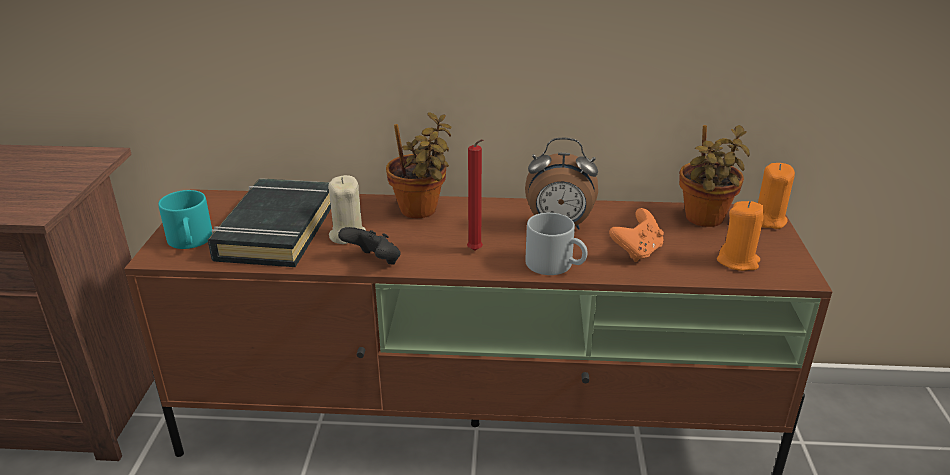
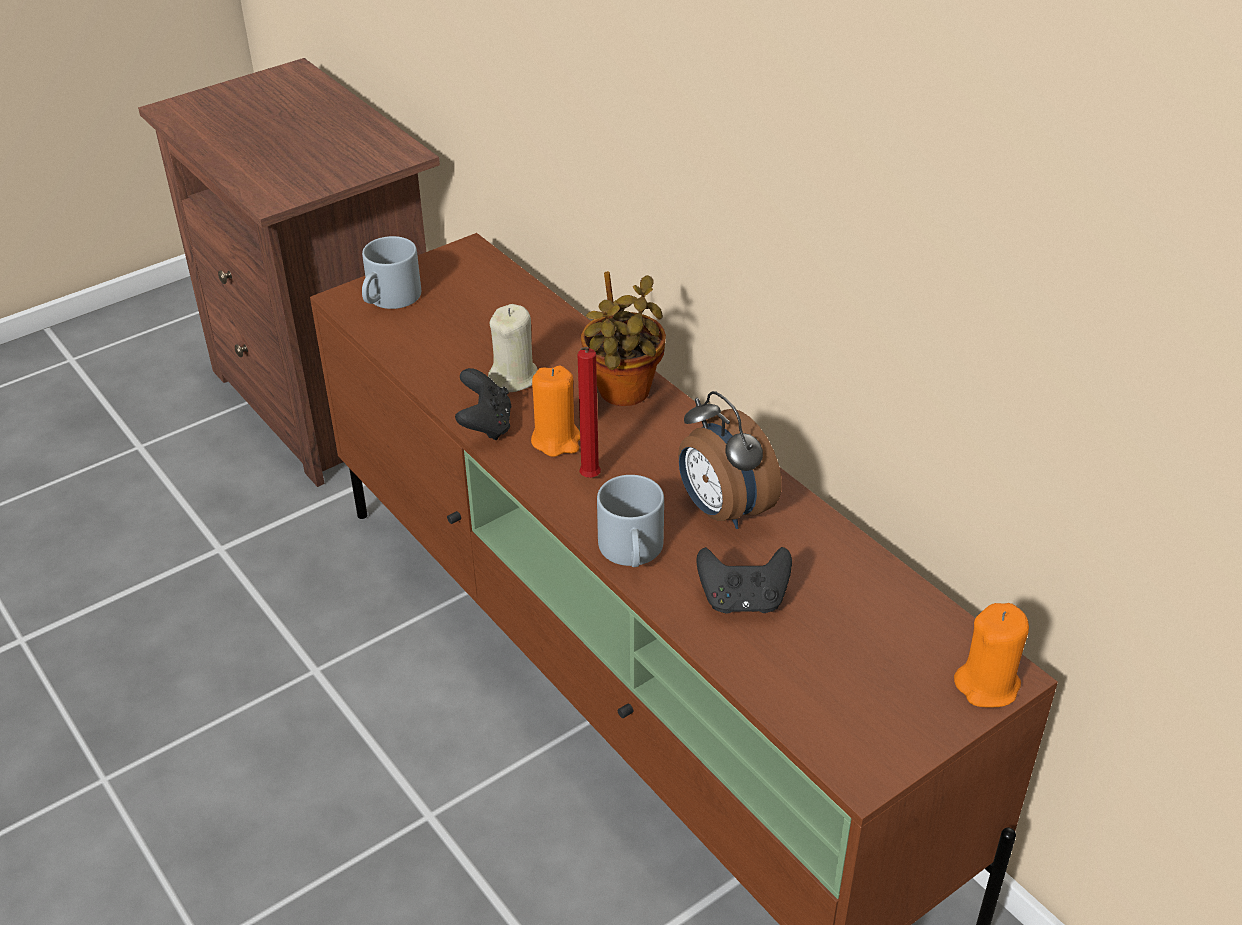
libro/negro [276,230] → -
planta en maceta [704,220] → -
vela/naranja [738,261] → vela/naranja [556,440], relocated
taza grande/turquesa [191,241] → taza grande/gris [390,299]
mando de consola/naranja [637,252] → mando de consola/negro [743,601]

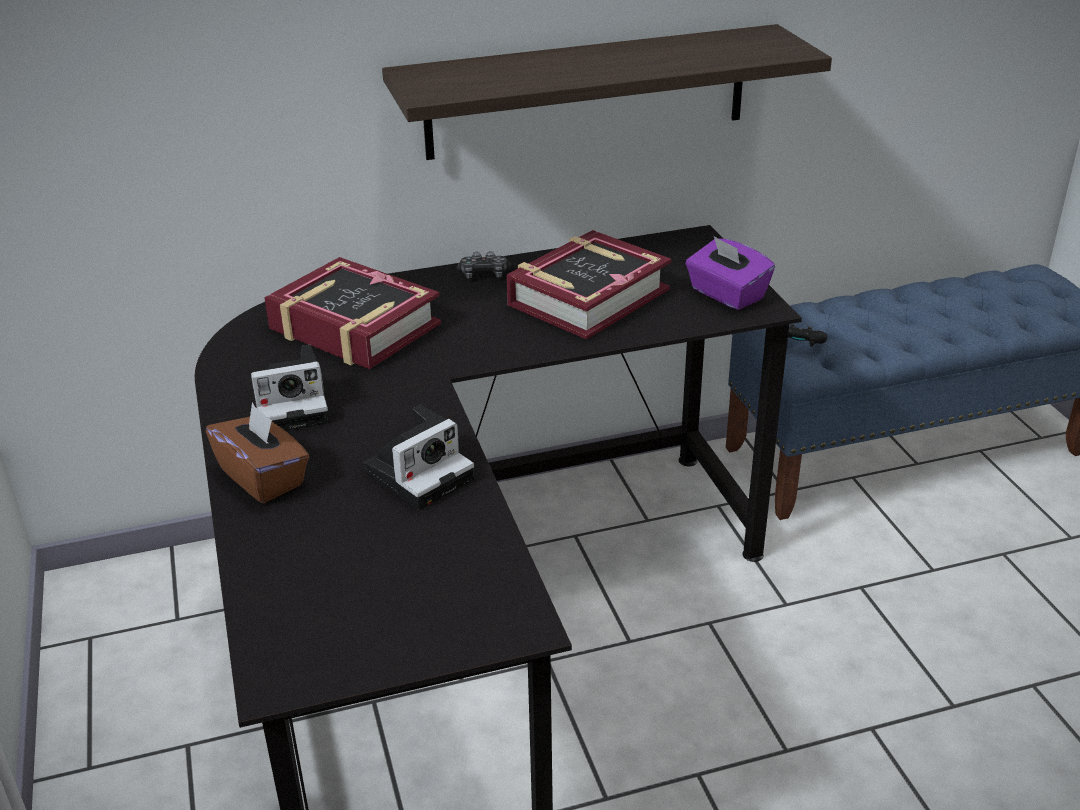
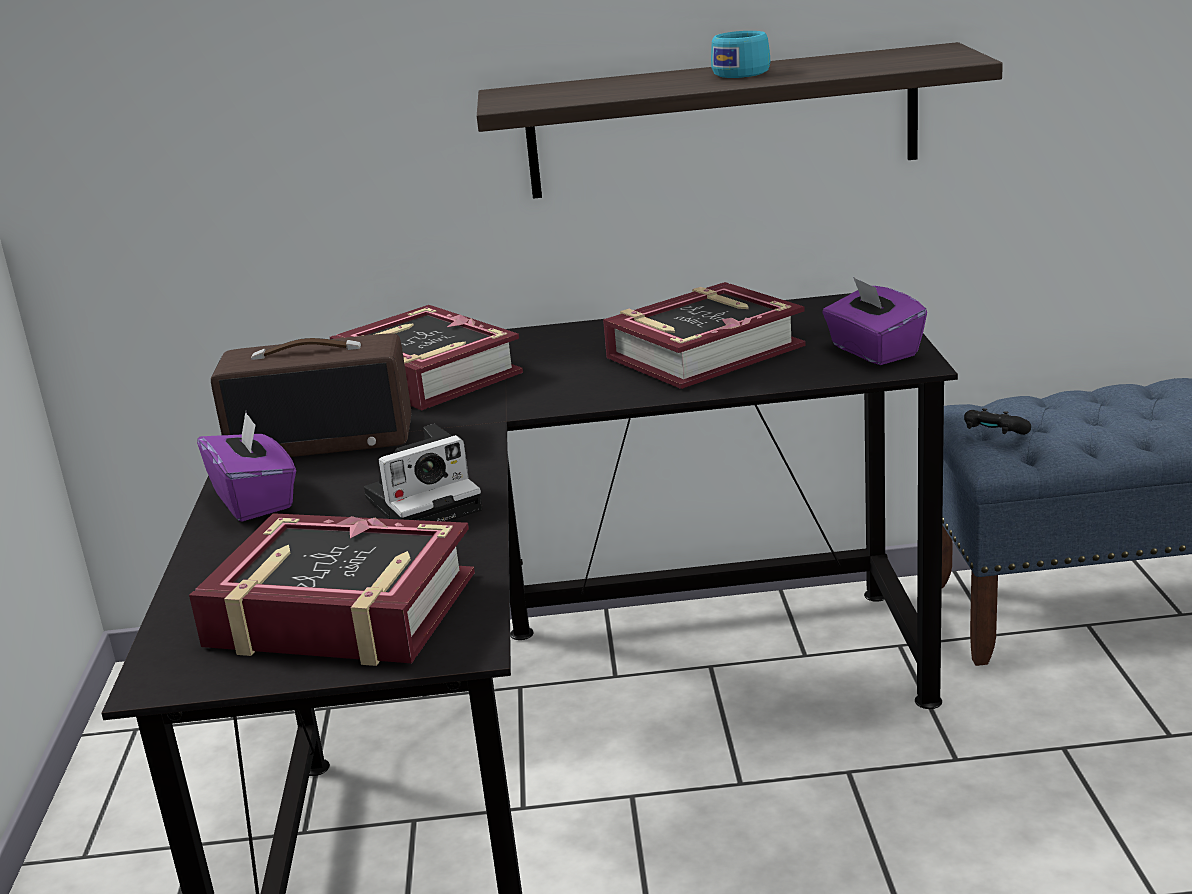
mando de consola [484,274] → -
- → libro [341,611]
- → taza/turquesa [745,72]
cámara [294,405] → radio [324,439]
caja de pañuelos/marrón [263,477] → caja de pañuelos/morado [255,500]

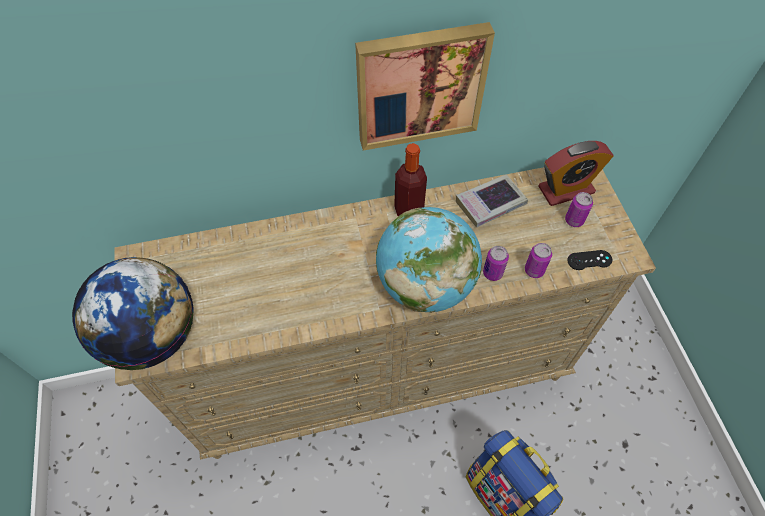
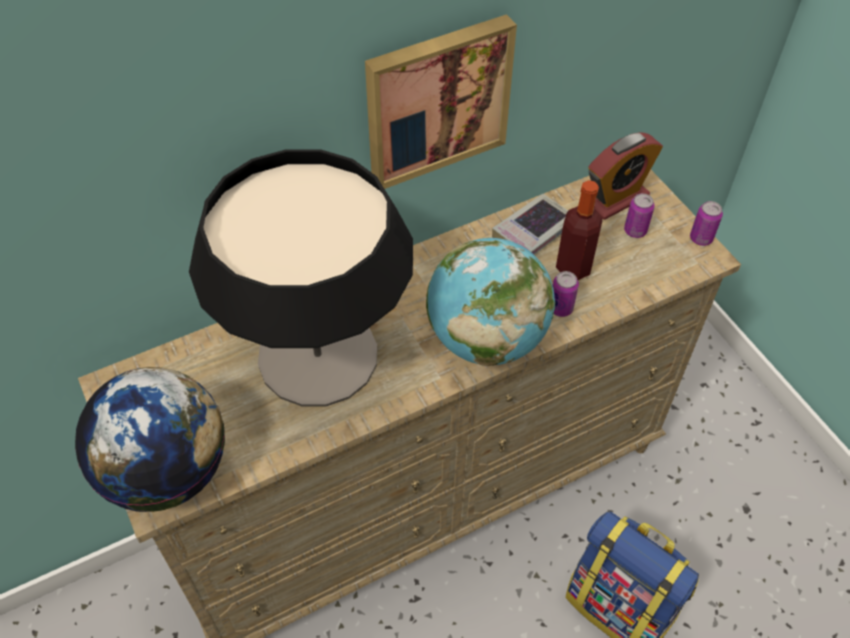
mando de consola/negro [589,260] → -
- → lámpara de mesa [318,355]
botella [409,210] → botella [573,267], relocated
lata [534,270] → lata [701,238], relocated

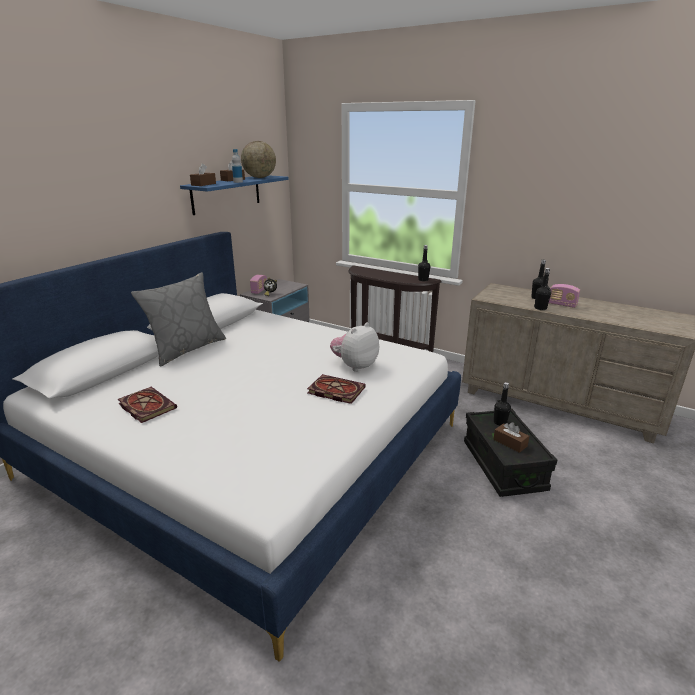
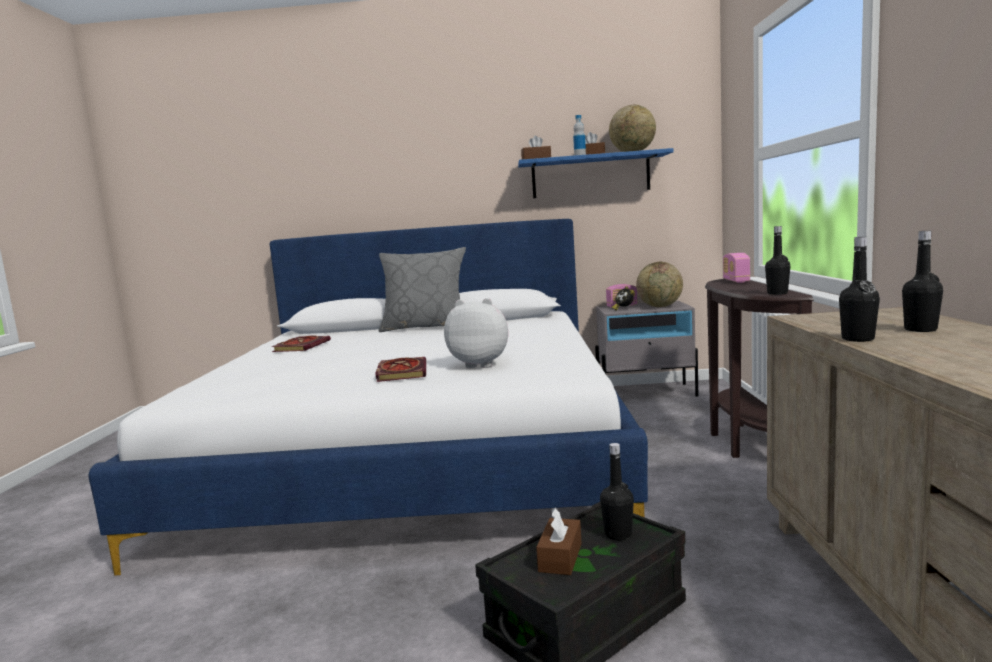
- → globo terráqueo [660,306]
radio [561,305] → radio [736,281], relocated

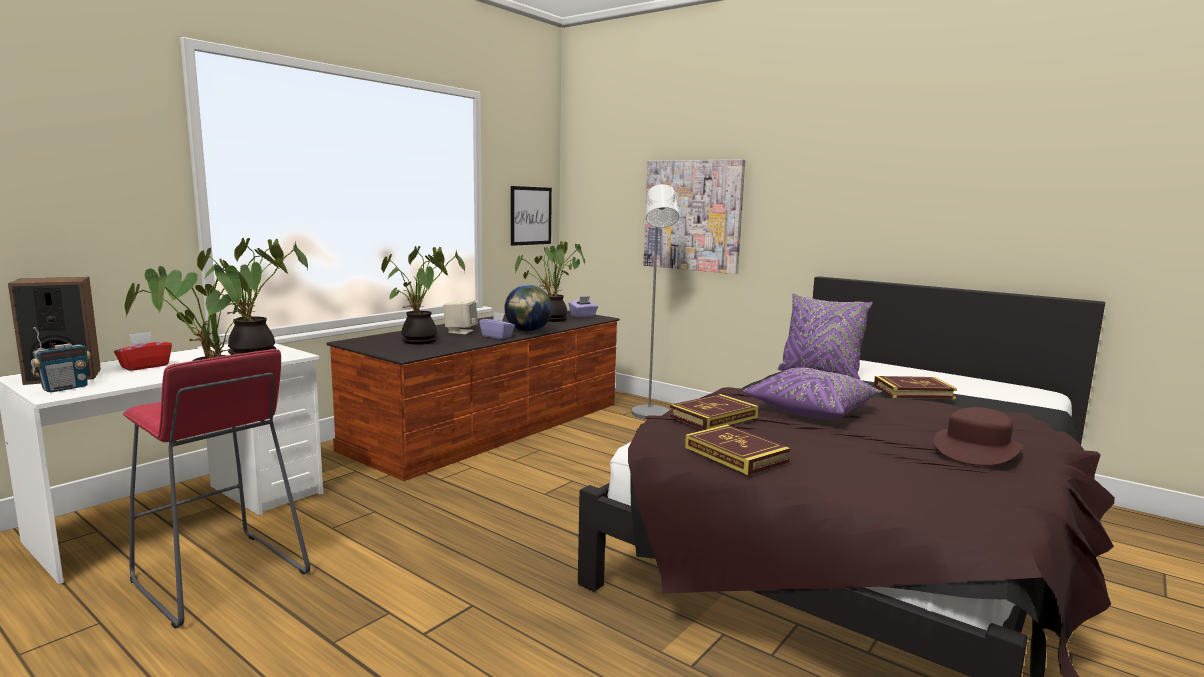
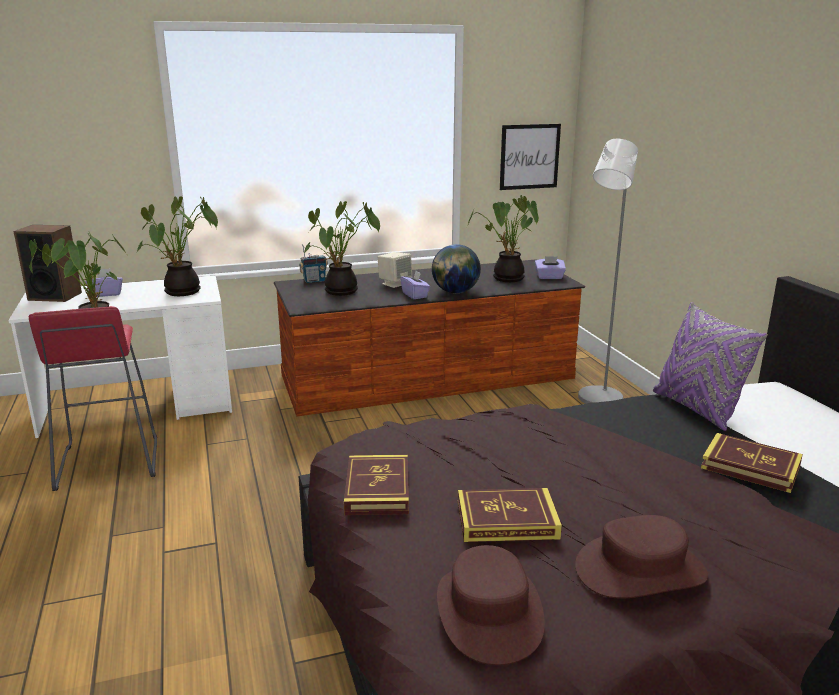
cuadro [693,215] → -
cojín/morado [811,410] → -
- → sombrero/marrón [488,612]
radio [65,388] → radio [314,281], relocated
libro [713,417] → libro [507,520], relocated
caja de pañuelos/rojo [145,366] → caja de pañuelos/morado [106,294]

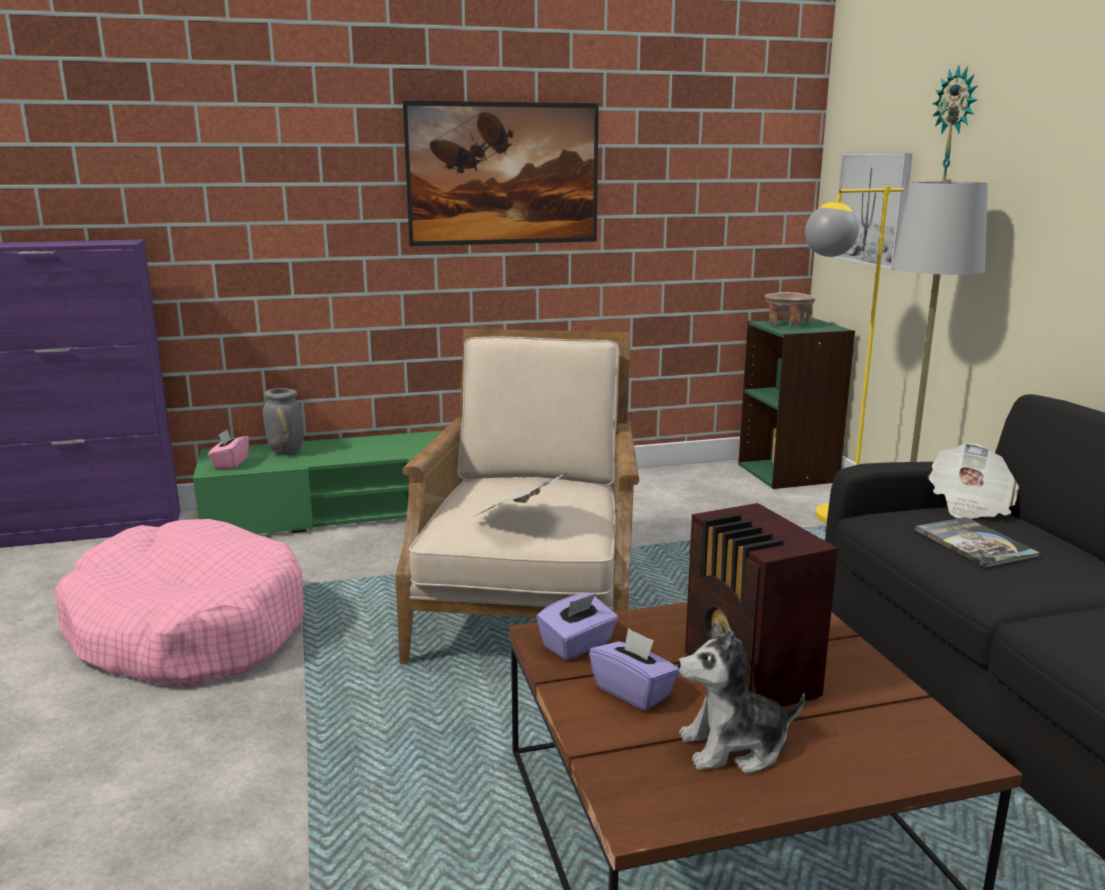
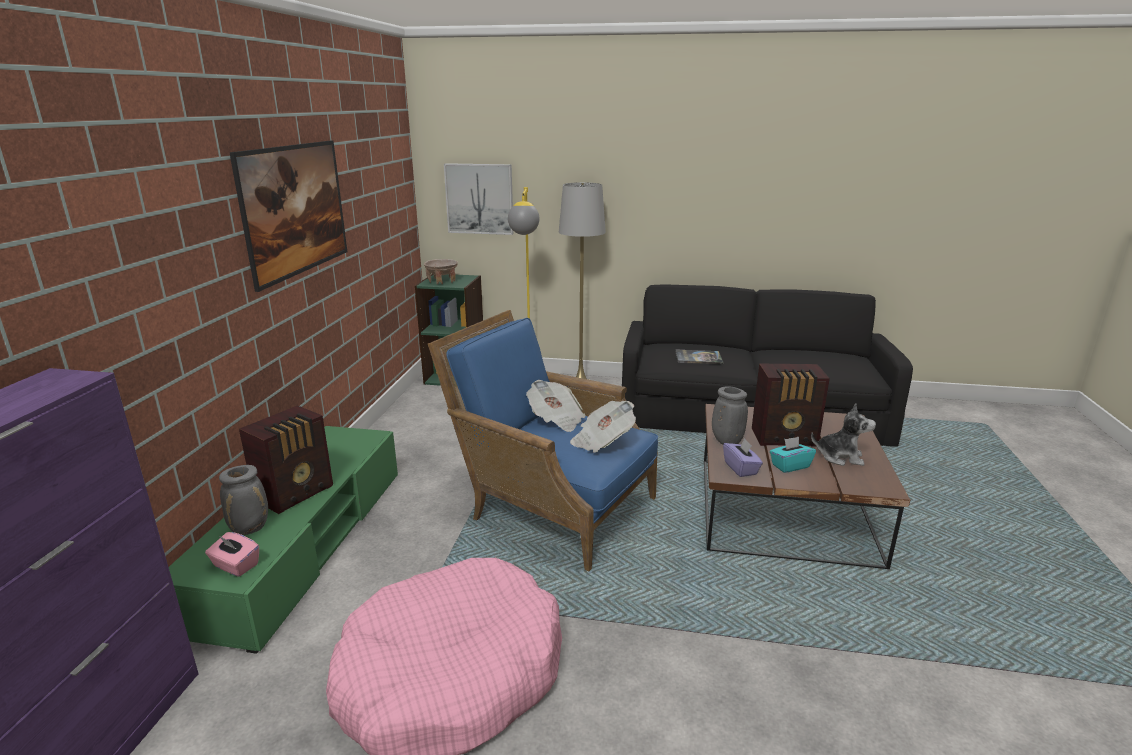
reloj de pared [955,130] → -
- → radio [296,493]
- → florero/gris [726,441]
periódico [969,505] → periódico [556,419], relocated
sillón/beis [530,607] → sillón/azul [550,506]
caja de pañuelos/morado [633,691] → caja de pañuelos/turquesa [790,466]
peluche [734,747] → peluche [840,457], 90 degrees counterclockwise

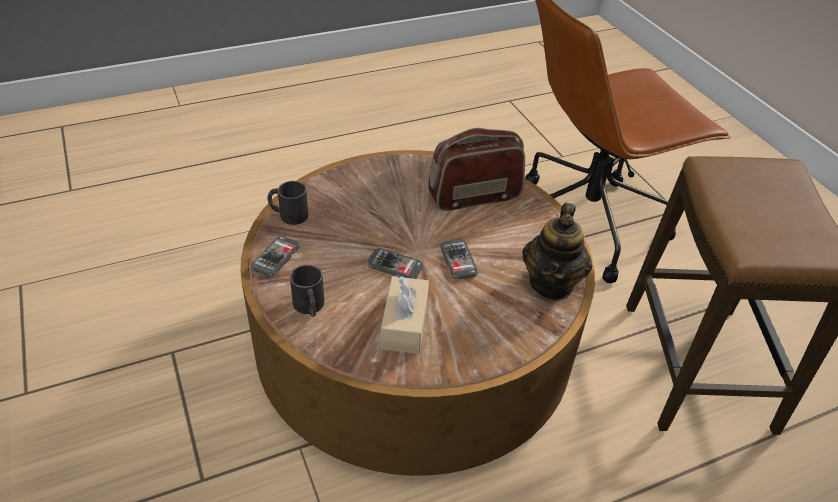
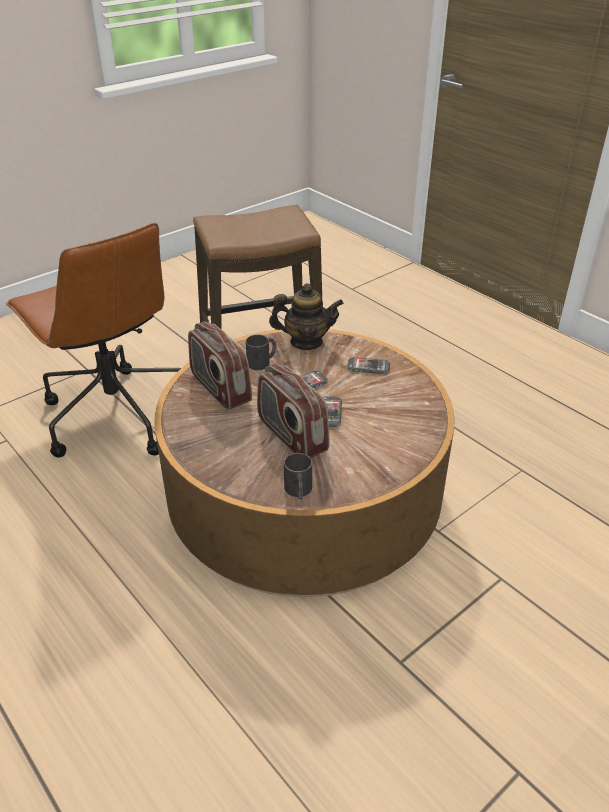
caja de pañuelos/beis [404,324] → -
- → radio [291,435]
móvil [276,257] → móvil [368,367], relocated
taza grande/negro [310,307] → taza grande/negro [262,362], relocated

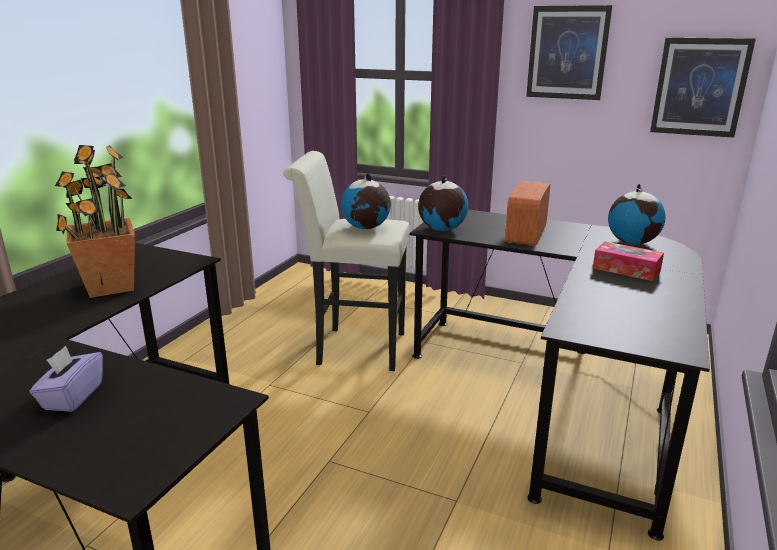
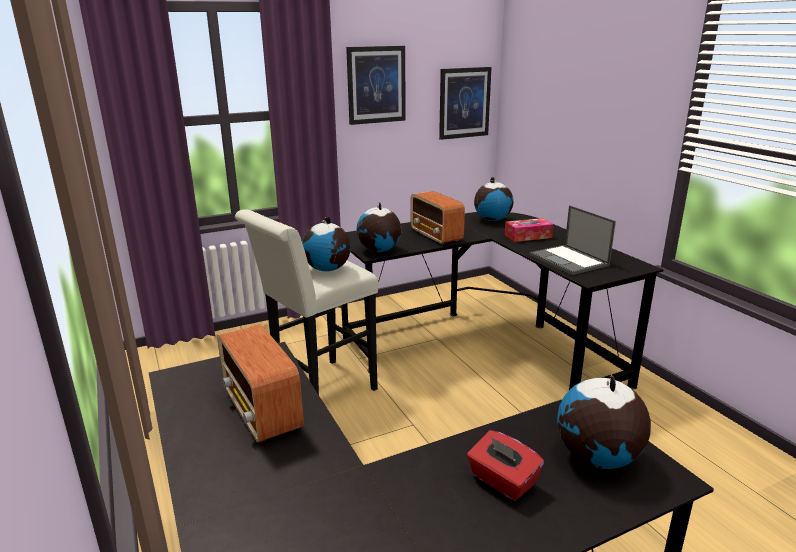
- → portátil [569,260]
- → globo terráqueo [597,458]
planta en maceta [110,286] → radio [262,412]
caja de pañuelos/morado [72,396] → caja de pañuelos/rojo [502,481]

